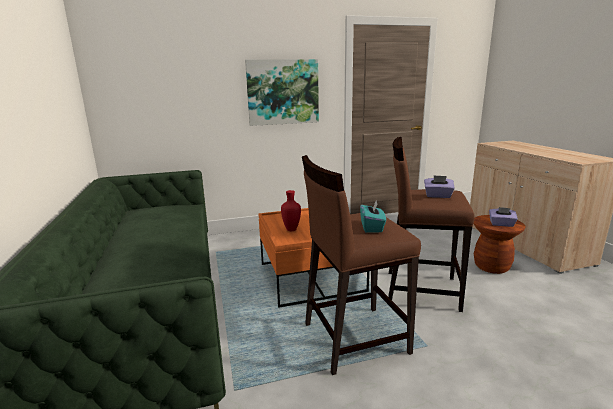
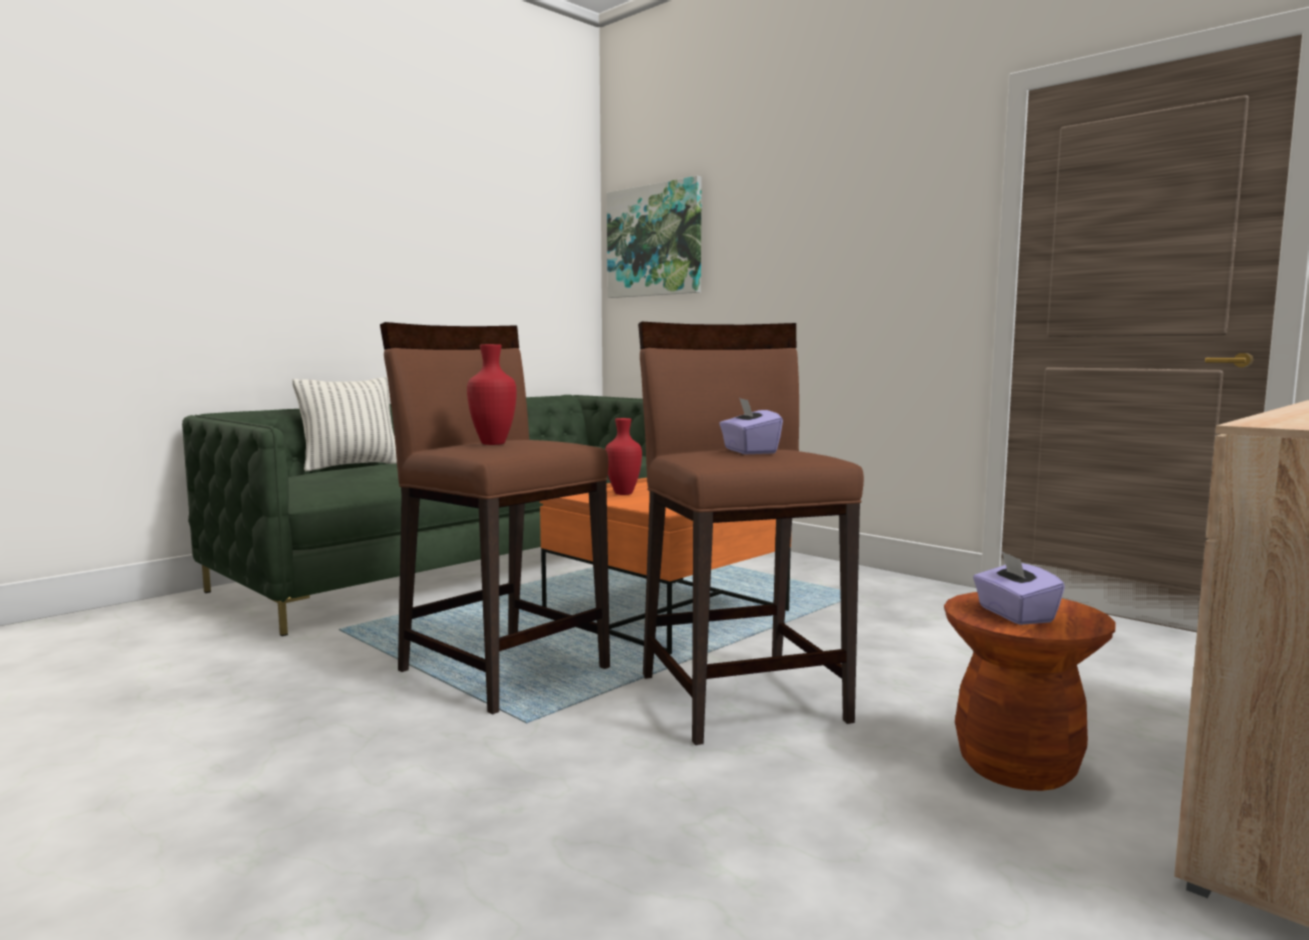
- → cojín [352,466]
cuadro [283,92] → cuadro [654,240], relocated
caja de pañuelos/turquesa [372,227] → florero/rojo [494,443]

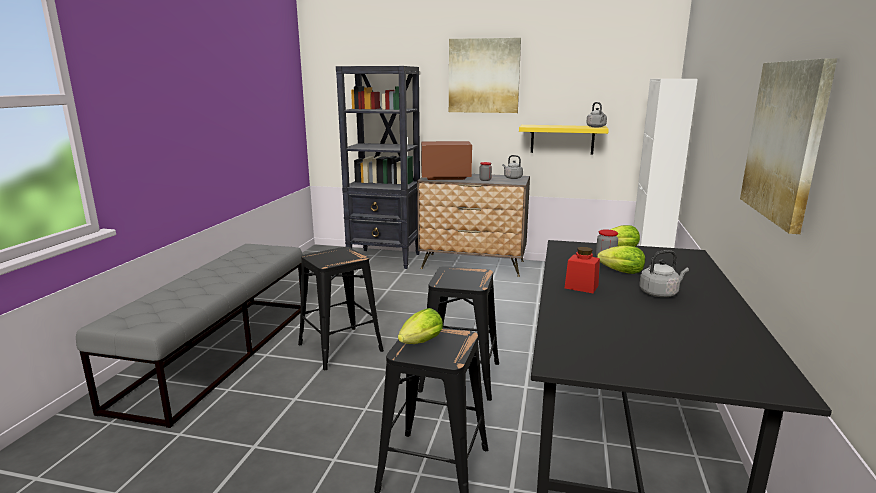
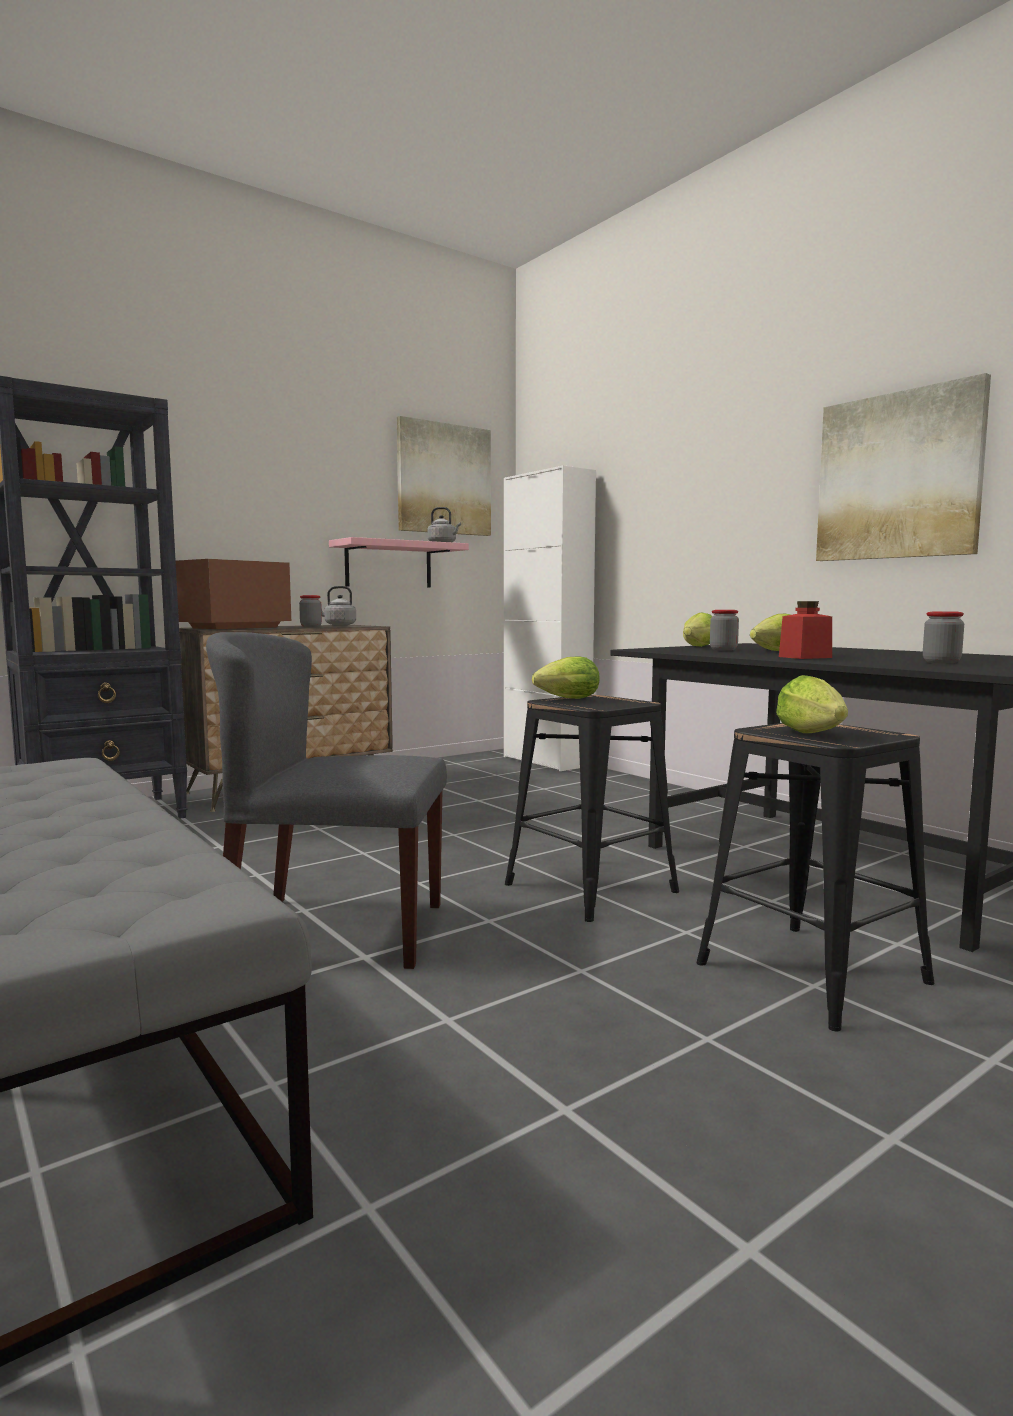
hervidor/gris [660,293] → -
- → lechuga [565,699]
- → tarro [941,662]
cuadro [484,76] → cuadro [444,479], relocated
taburete/negro [340,347] → silla/gris [335,931]
estante/amarillo [562,139] → estante/rosa [388,565]

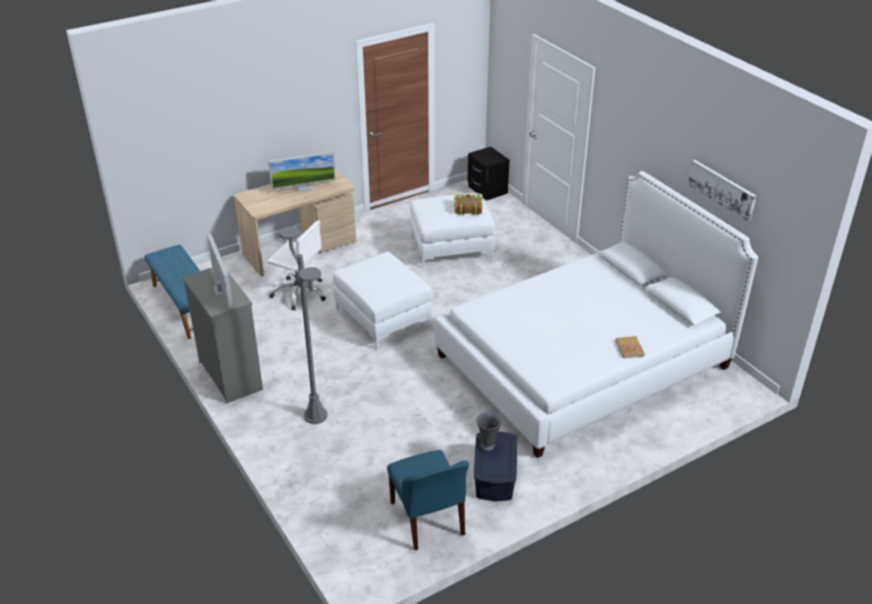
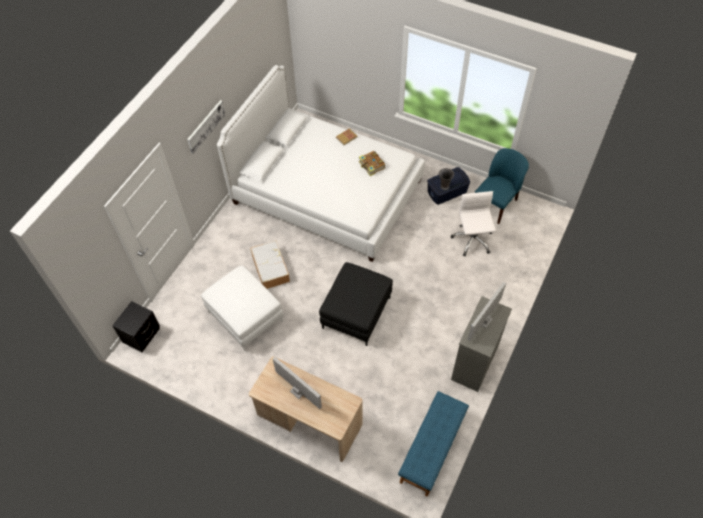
lámpara de pie/gris [315,416] → -
- → caja de almacenaje [270,267]
silla de oficina/blanco [299,293] → silla de oficina/blanco [472,240], relocated
libro [467,208] → libro [371,166], relocated
cuadro [722,189] → cuadro [205,126], relocated
puf/blanco [382,318] → puf/negro [356,313]

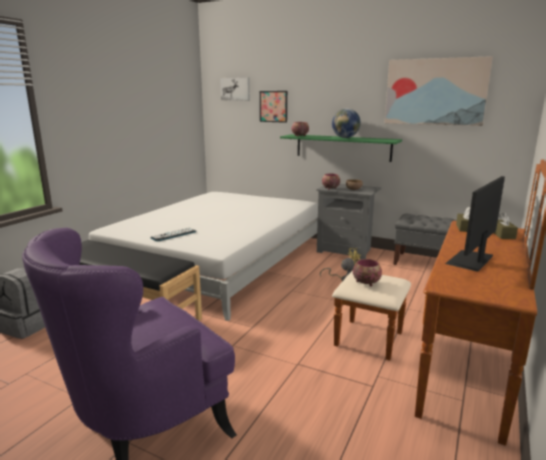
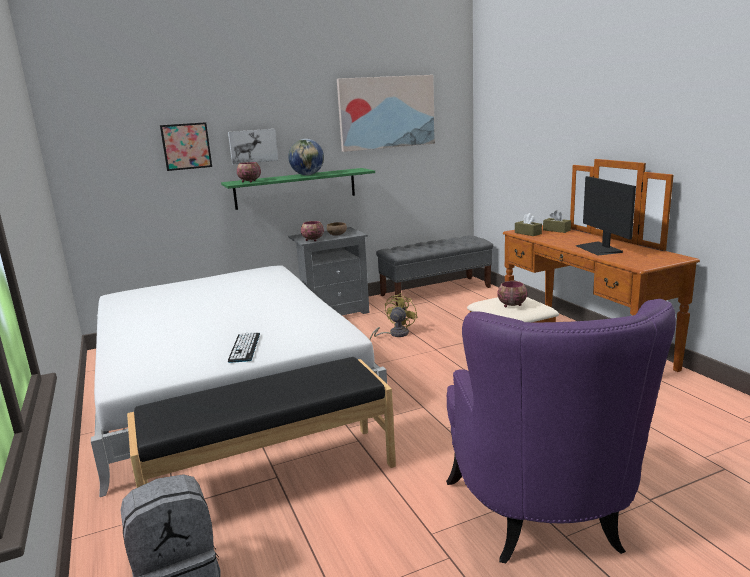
cuadro [235,89] → cuadro [253,146], relocated

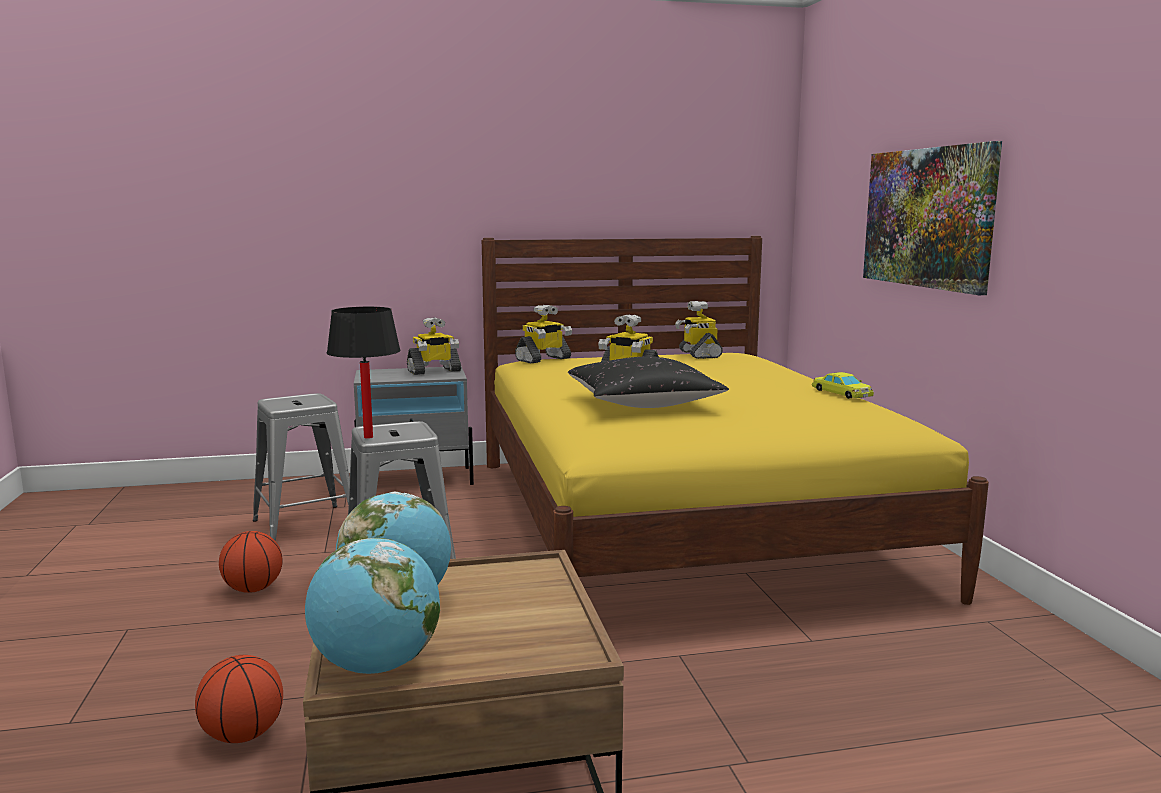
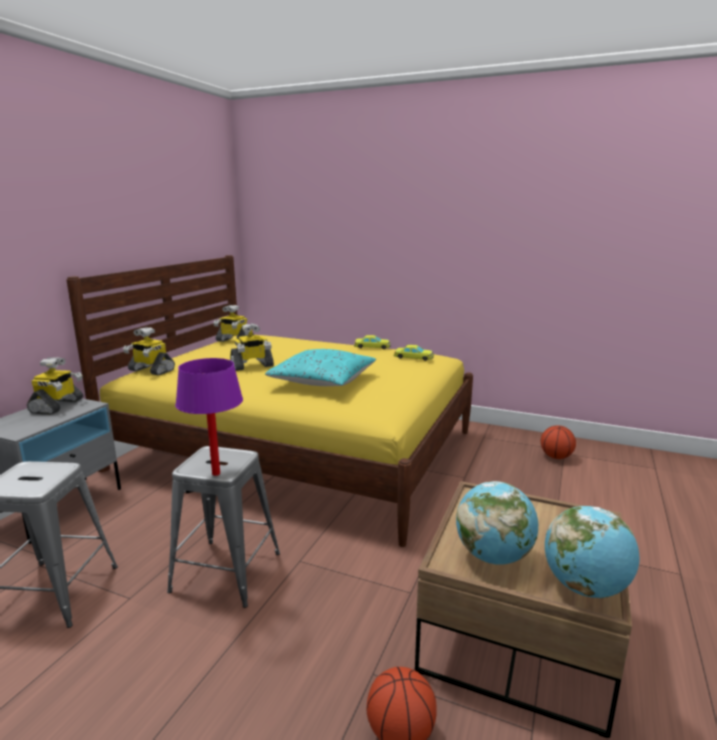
cuadro [927,218] → -
- → coche de juguete/amarillo [413,357]
balón de baloncesto [253,589] → balón de baloncesto [556,457], relocated
lámpara de mesa/negro [368,437] → lámpara de mesa/morado [216,474]
cojín/negro [643,403] → cojín/turquesa [323,381]
robot de juguete [543,359] → robot de juguete [150,370], 120 degrees clockwise

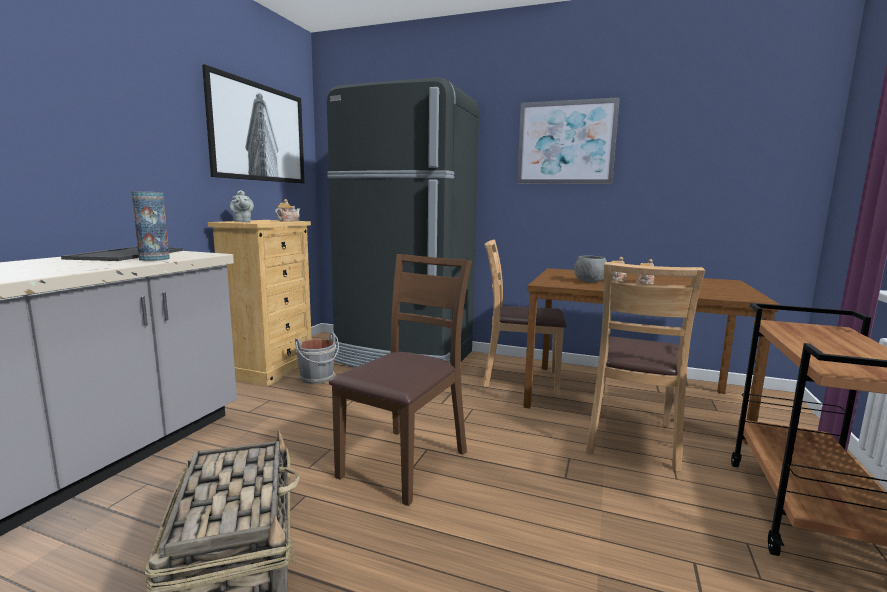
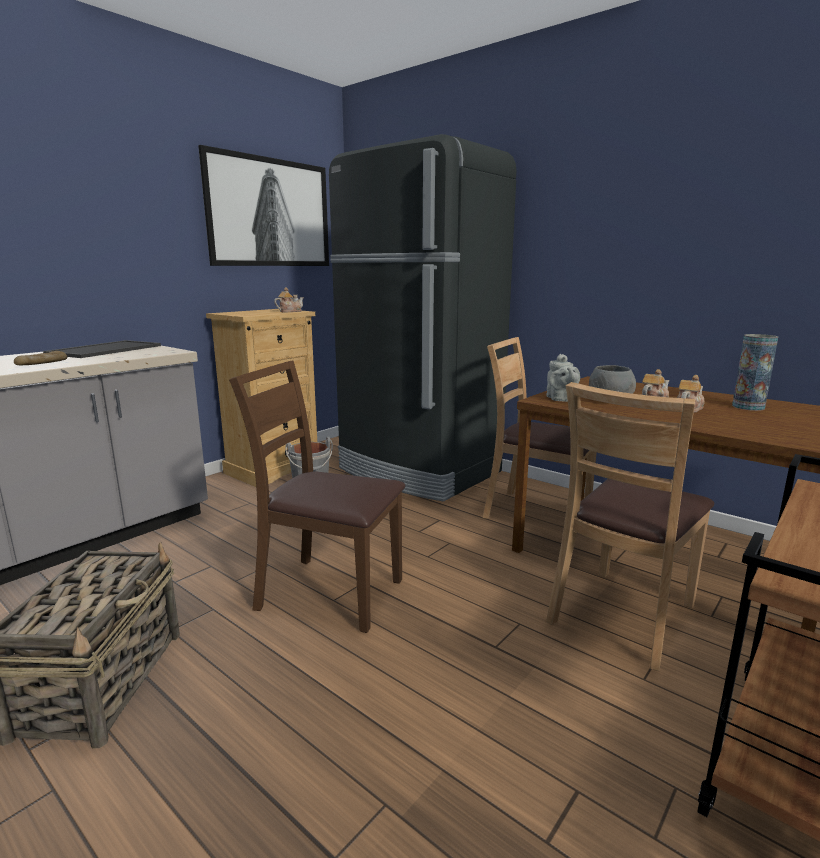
cuadro [566,143] → -
- → pan [42,363]
florero [154,259] → florero [748,407], relocated
tetera/gris [242,221] → tetera/gris [560,399], relocated
silla/marrón [404,462] → silla/marrón [329,593], 120 degrees counterclockwise

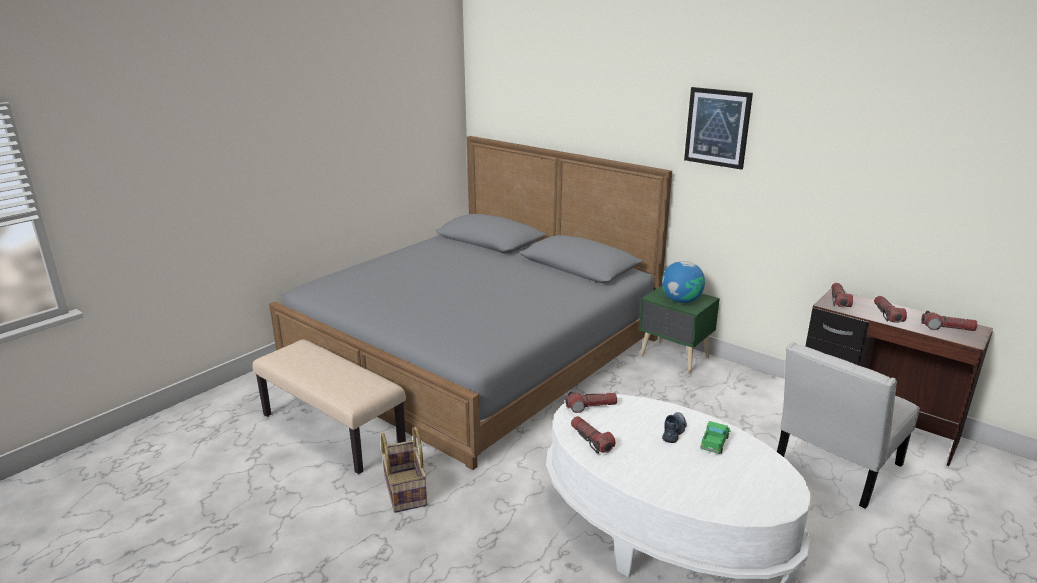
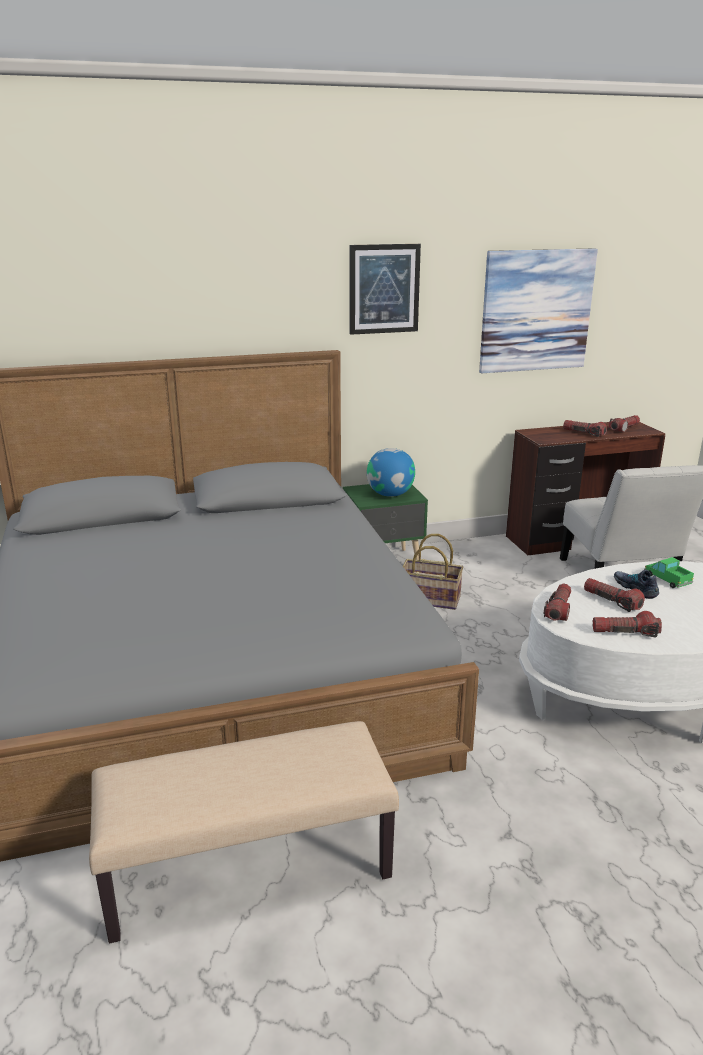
- → cuadro [536,311]
cesta [404,490] → cesta [429,599], relocated
linterna [838,300] → linterna [612,601], relocated

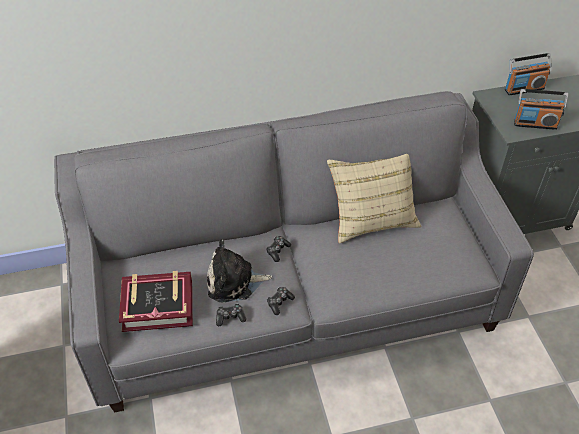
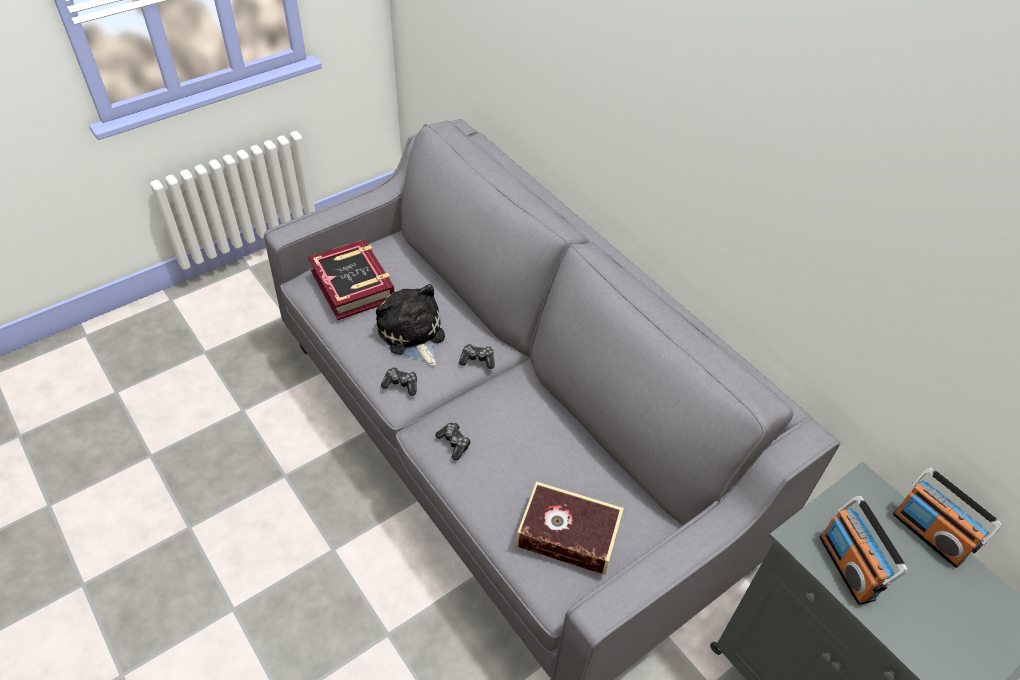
cojín/beis [372,218] → -
- → libro [568,535]
mando de consola [230,317] → mando de consola [454,443], relocated

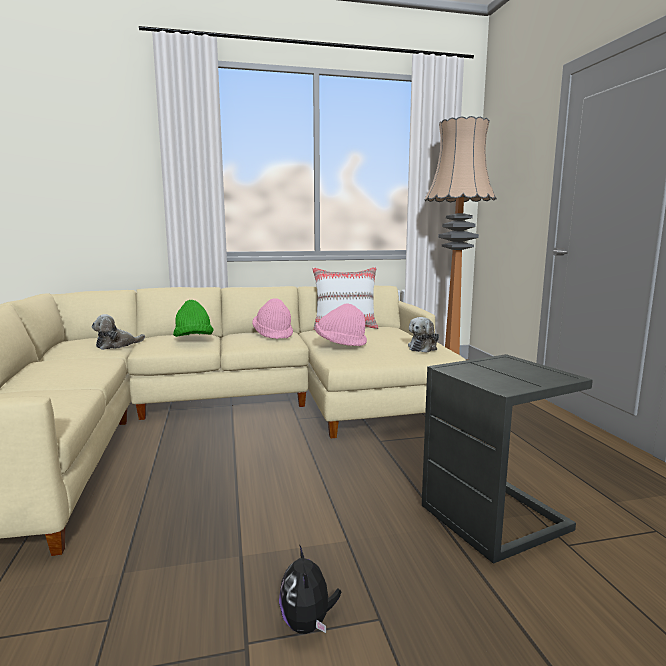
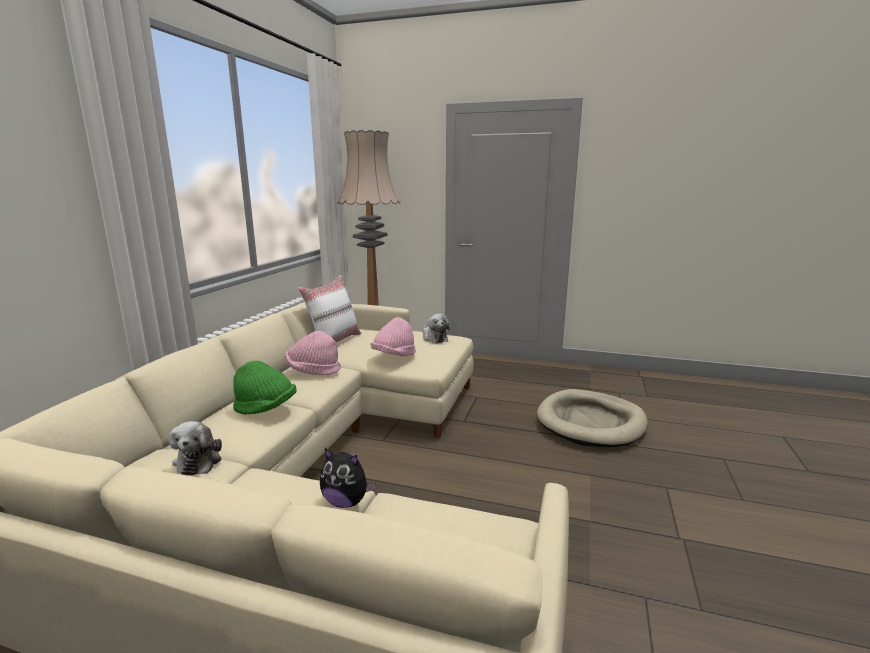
peluche [308,623] → peluche [346,502], relocated
mesa auxiliar/gris [498,519] → cama para perro/beis [591,422]

